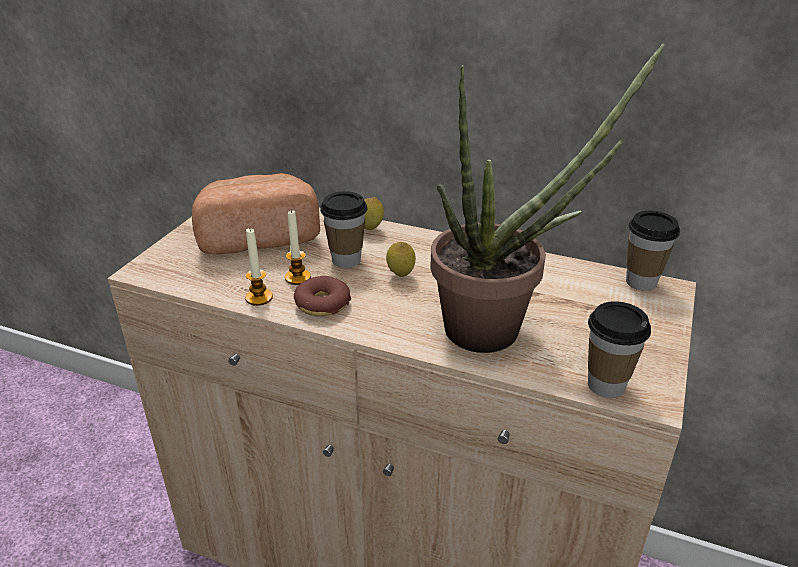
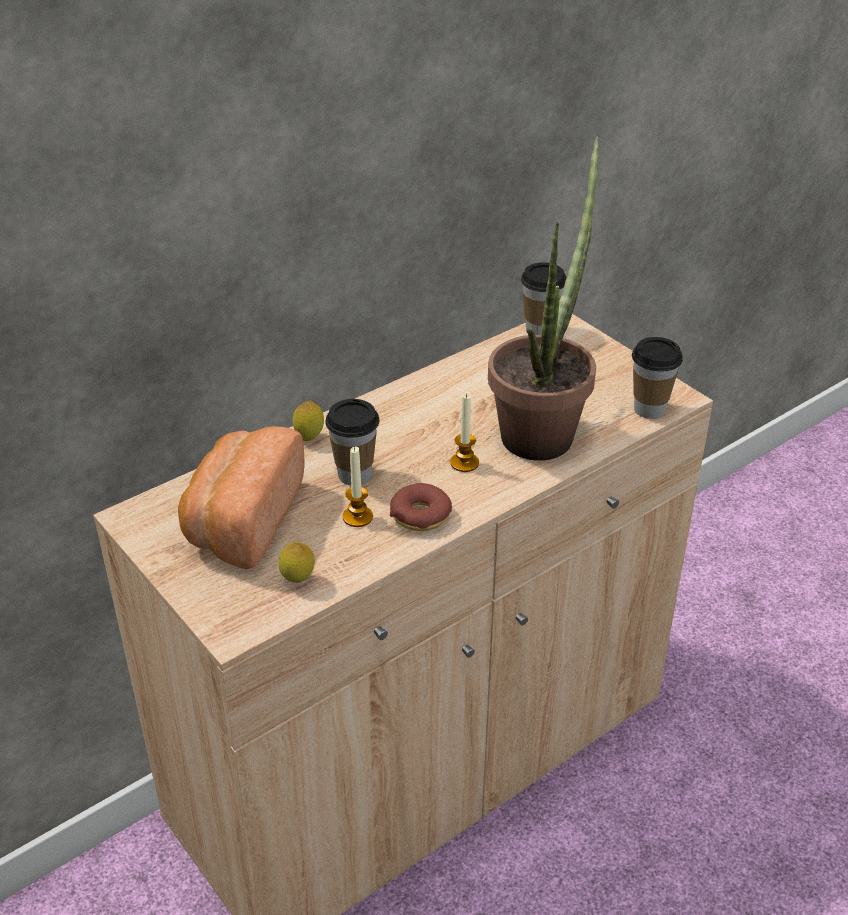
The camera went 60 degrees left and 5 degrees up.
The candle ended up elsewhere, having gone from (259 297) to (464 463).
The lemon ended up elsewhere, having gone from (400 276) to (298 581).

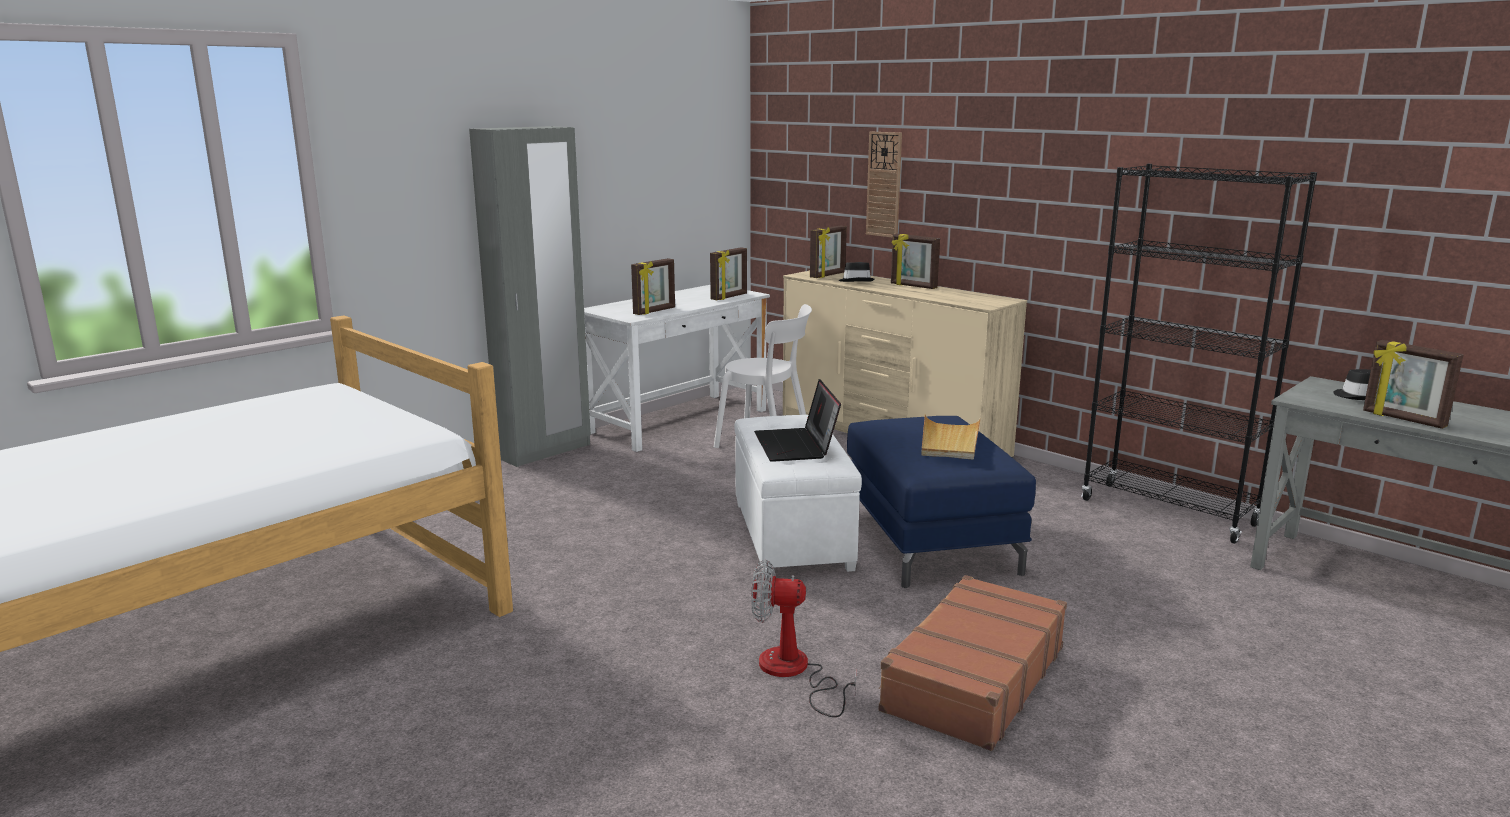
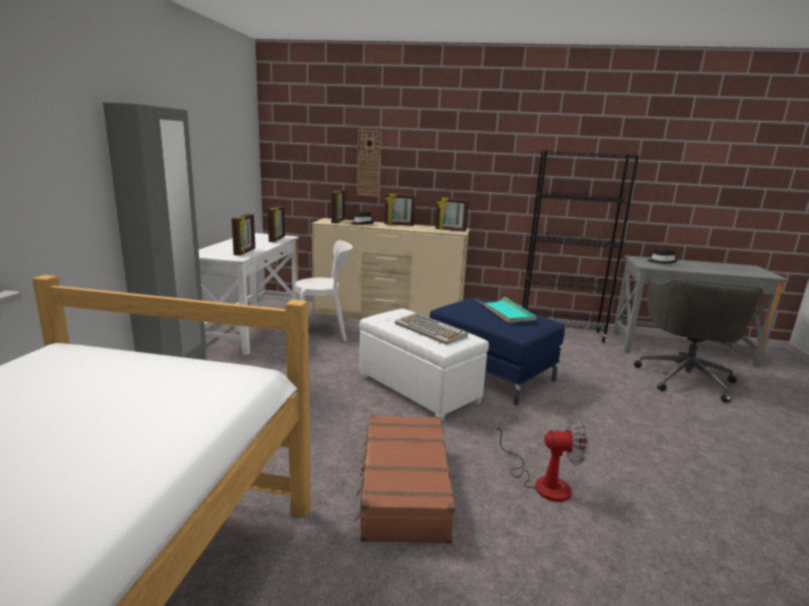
The camera went 35 degrees left and 0 degrees up.
The fan at (793 672) ended up facing another way, 150 degrees counterclockwise from before.
Where the laptop stood at (797 446), the keyboard came to stand at (431 330).
The brown suitcase ended up elsewhere, having gone from (973 679) to (403 488).
What was the beige tray at (949 441) turned into the turquoise tray at (505 312).
The picture frame ended up elsewhere, having gone from (1403 419) to (450 230).
The second view gained the grey office chair at (685 378).

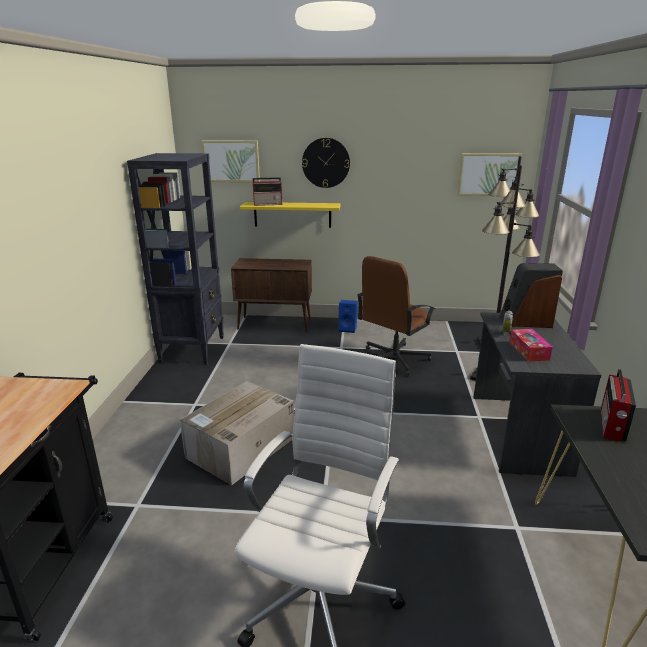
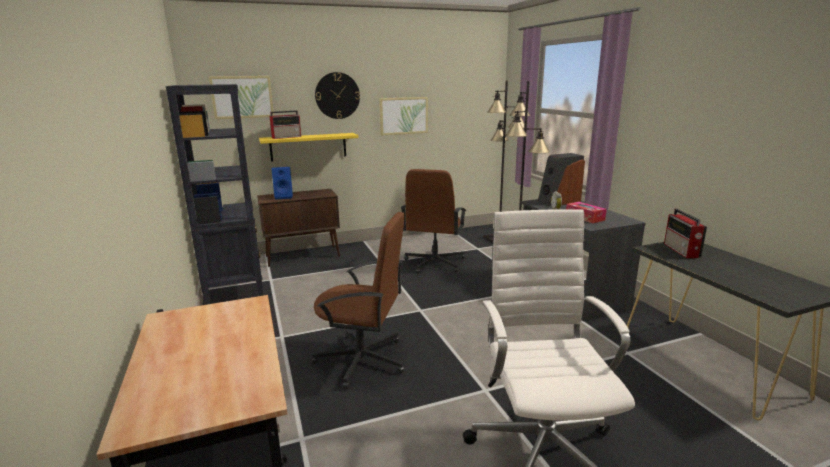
The camera went 25 degrees left and 5 degrees down.
Where the cardboard box stood at (240 448), the brown office chair came to stand at (363 360).
The blue speaker ended up elsewhere, having gone from (348 329) to (284 197).
The picture ended up elsewhere, having gone from (488 174) to (403 115).

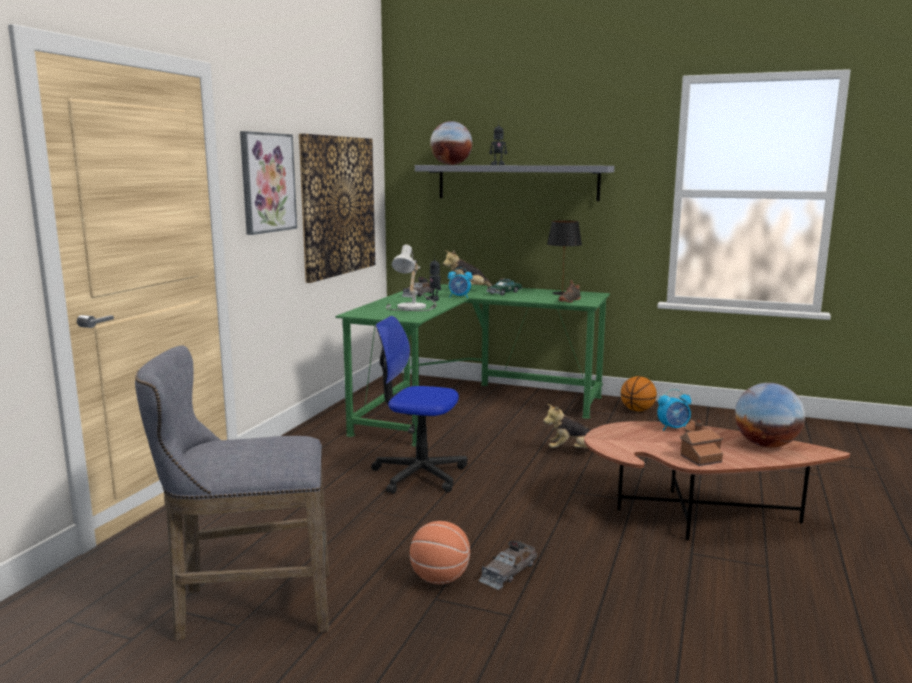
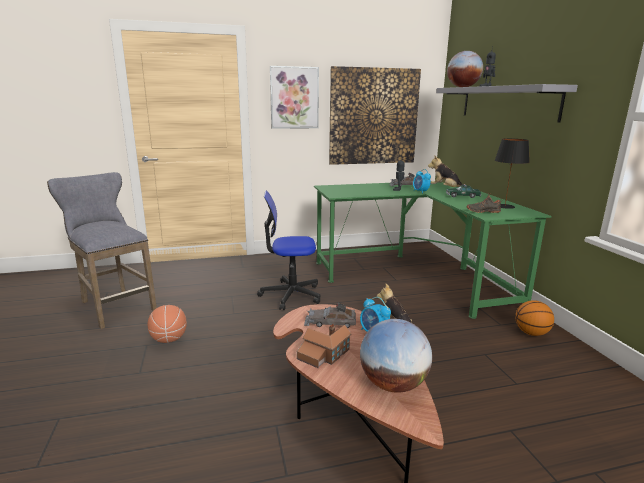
The camera went 55 degrees right and 5 degrees up.
The office chair at (419 474) ended up facing another way, 75 degrees counterclockwise from before.
The second view lost the table lamp at (414 307).
The grey toy car ended up elsewhere, having gone from (508 571) to (330 322).

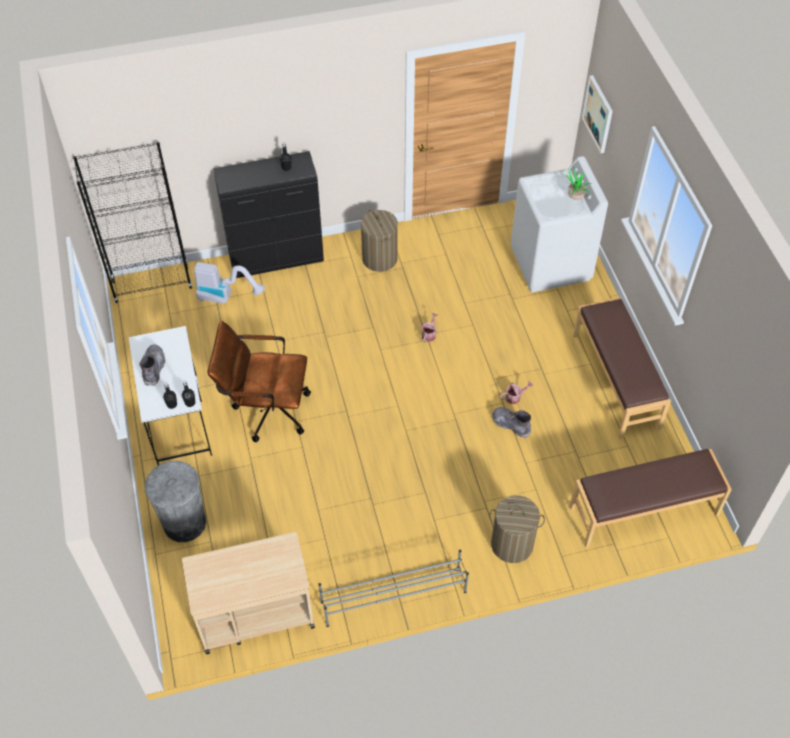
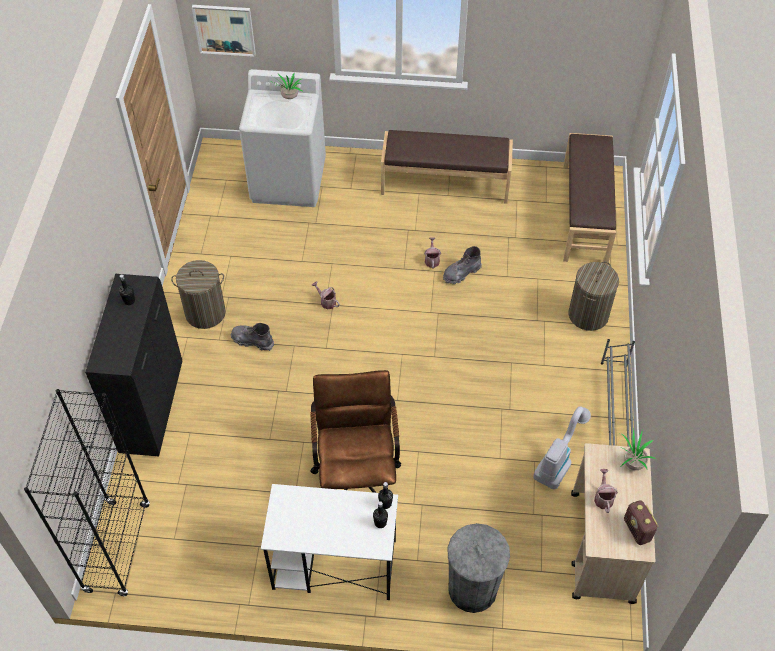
The camera went 70 degrees left and 0 degrees up.
The grey boot ended up elsewhere, having gone from (154 368) to (252 341).
The vacuum cleaner ended up elsewhere, having gone from (226 297) to (558 459).
The brown office chair at (265 409) ended up facing another way, 150 degrees clockwise from before.
The second view gained the watering can at (603 497).
The second view gained the potted plant at (631 463).
The second view gained the radio at (637 530).

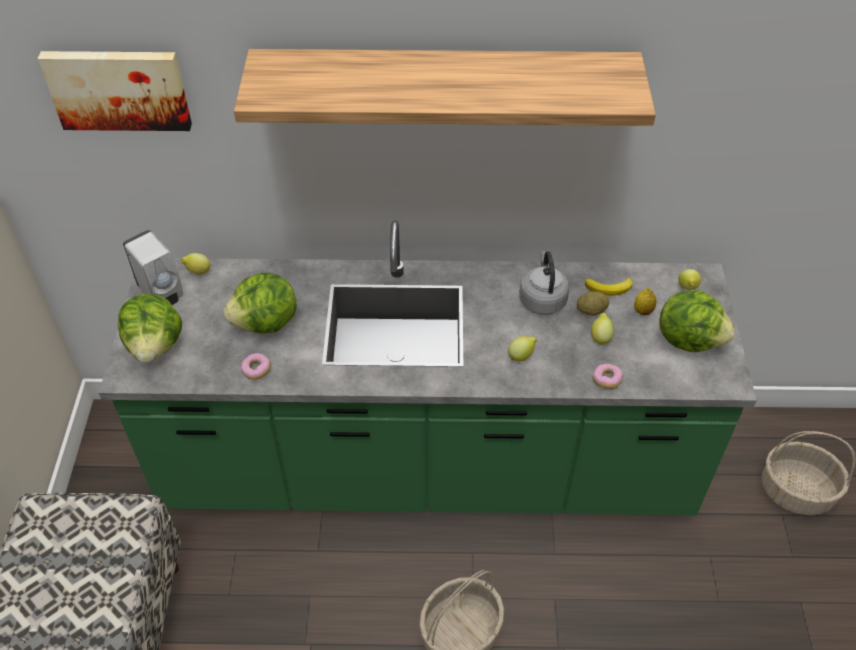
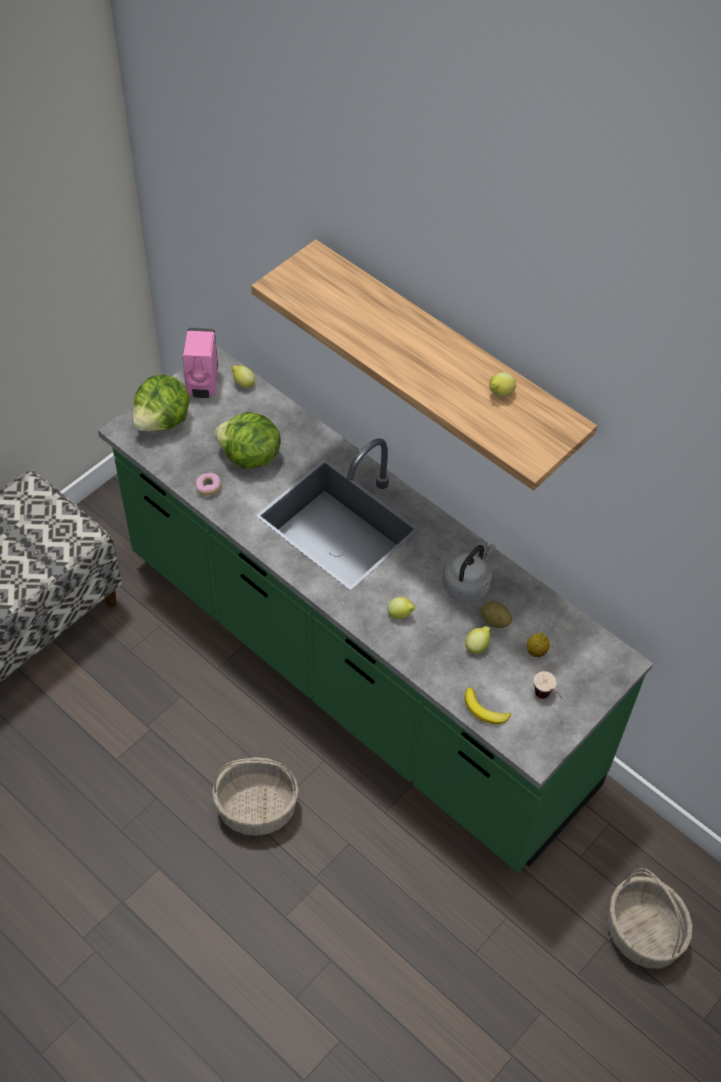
The camera went 40 degrees right and 5 degrees up.
The second view lost the picture at (118 88).
What was the white soap dispenser at (162 295) turned into the pink soap dispenser at (203 385).
The banana ended up elsewhere, having gone from (609 288) to (484 710).
The second view lost the donut at (606 380).
Where the lettuce stood at (689 338), the cup came to stand at (546 699).
The lemon ended up elsewhere, having gone from (687 288) to (500 394).

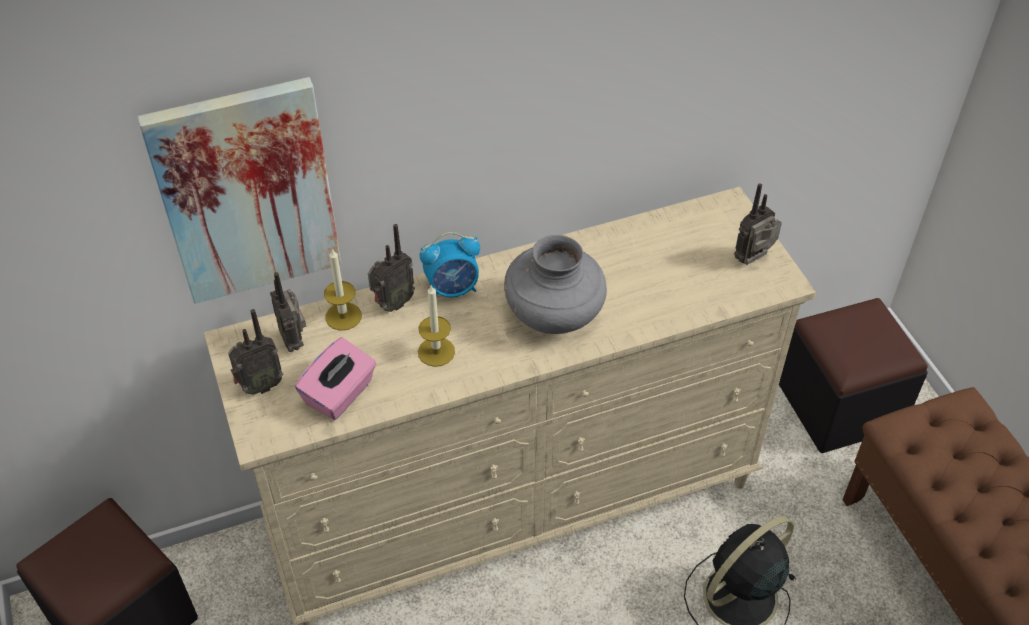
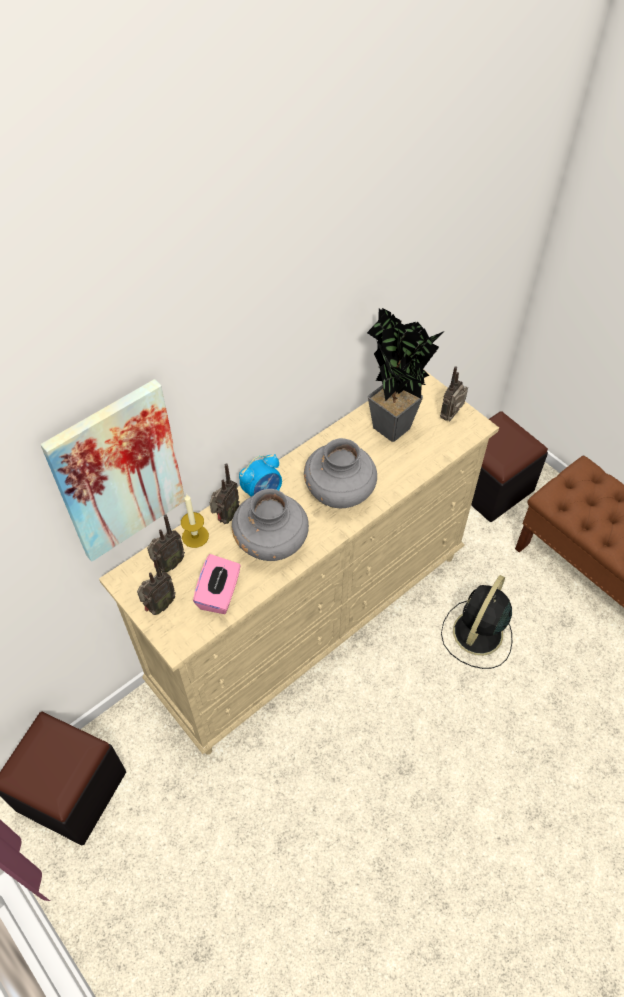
The camera went 20 degrees left and 5 degrees up.
The radio at (294 340) ended up facing another way, 90 degrees counterclockwise from before.
Where the candle stood at (436 352), the grey vase came to stand at (272 542).
The second view gained the potted plant at (393 432).

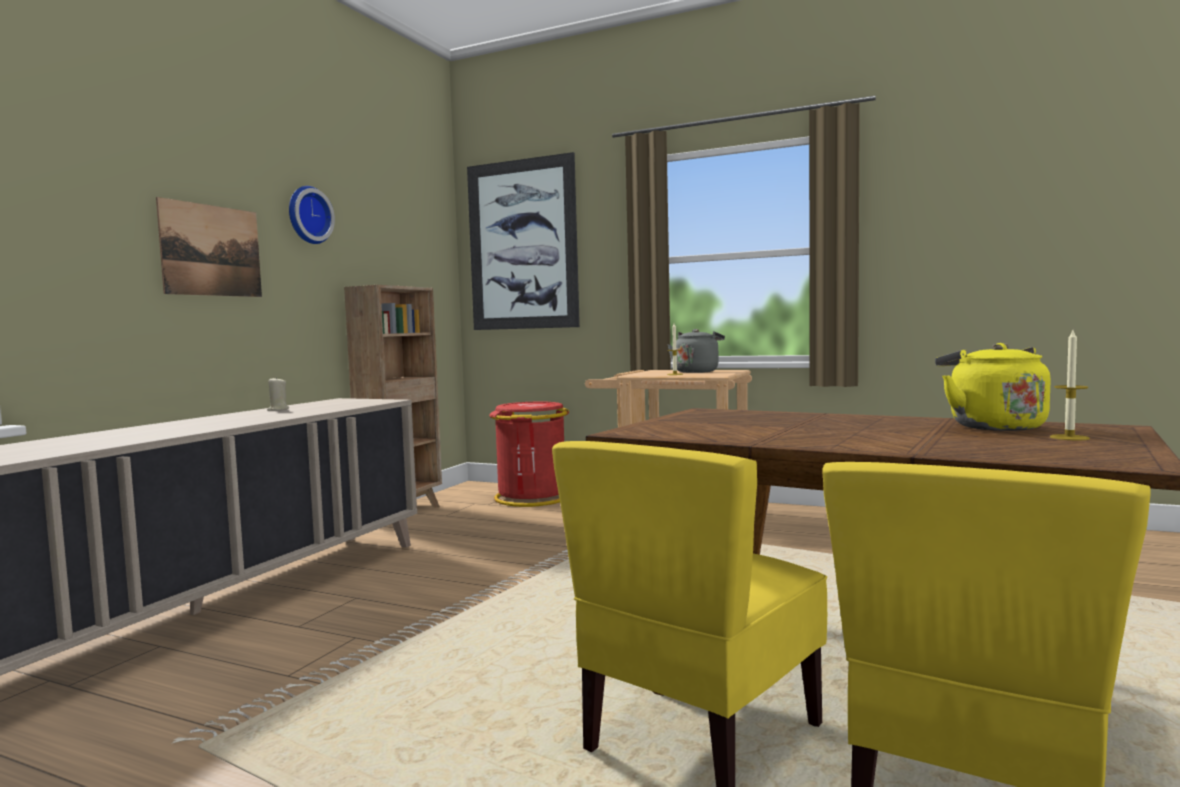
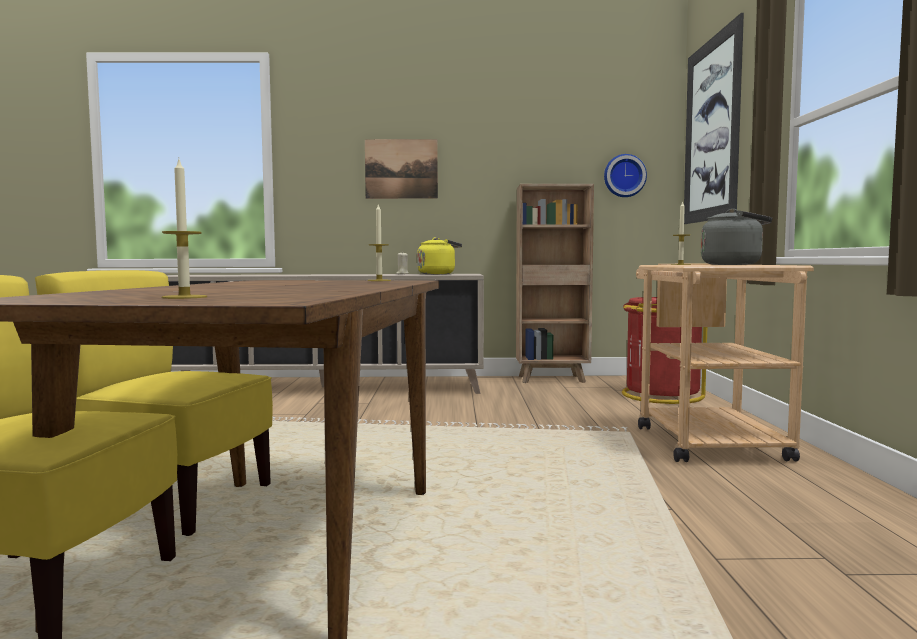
The camera went 65 degrees right and 0 degrees up.
The wall clock ended up elsewhere, having gone from (307 215) to (624 176).
The yellow kettle ended up elsewhere, having gone from (992 426) to (438 274).
The second view gained the candle at (379 280).

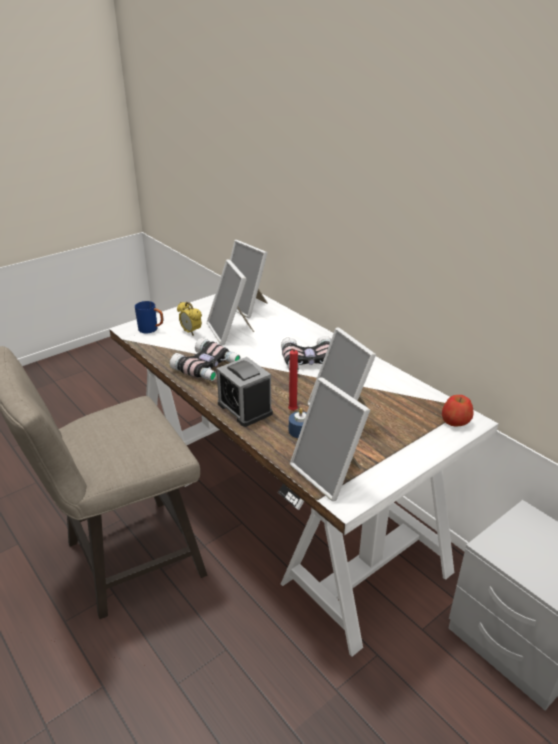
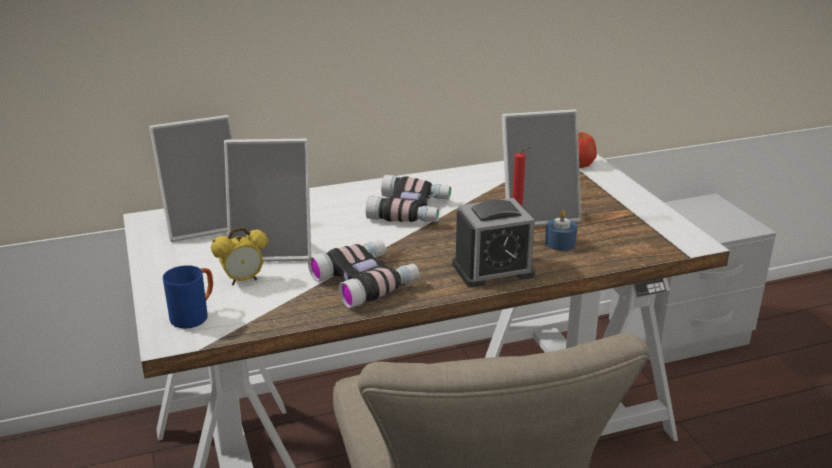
The camera went 70 degrees left and 5 degrees down.
The second view lost the picture frame at (329 473).

